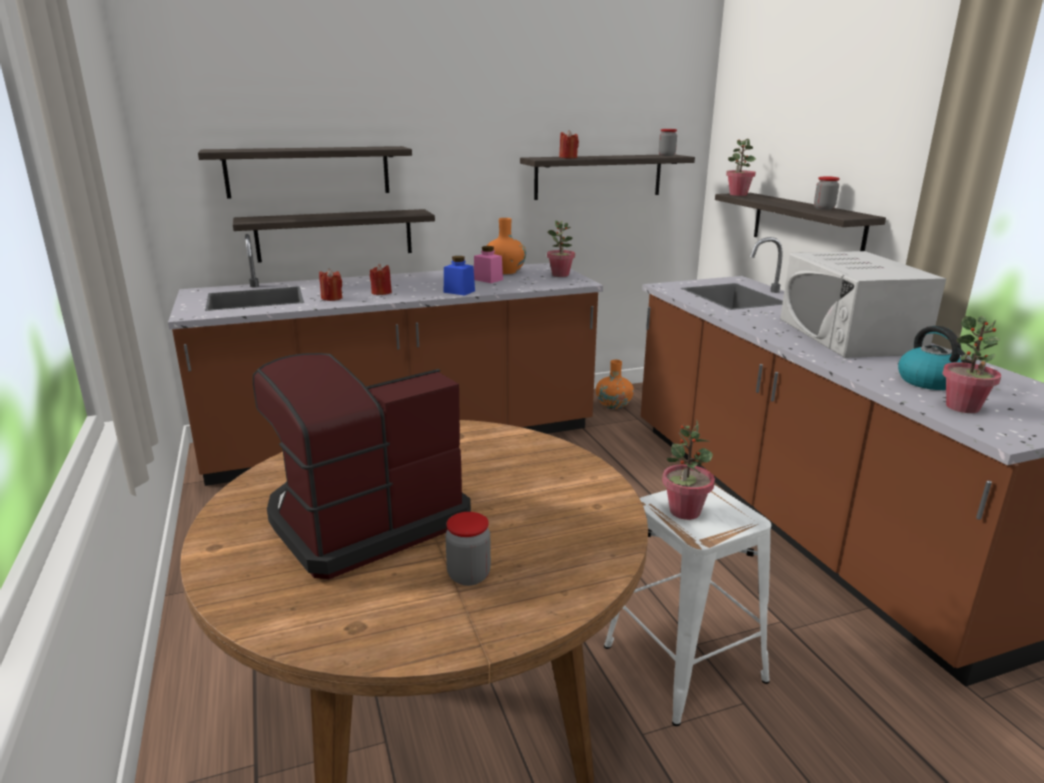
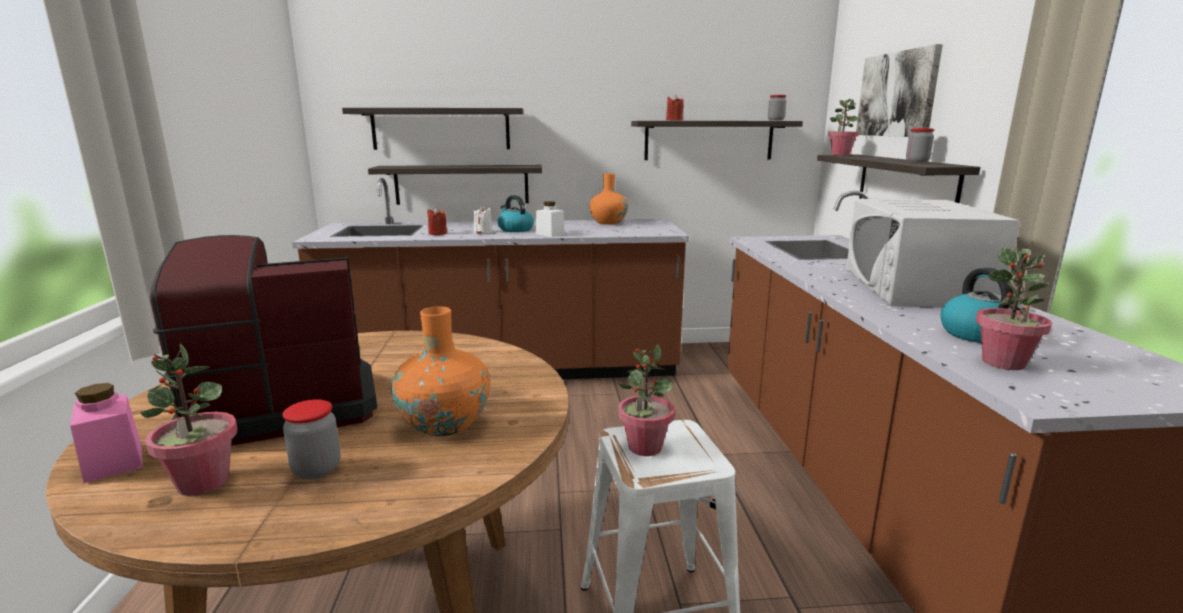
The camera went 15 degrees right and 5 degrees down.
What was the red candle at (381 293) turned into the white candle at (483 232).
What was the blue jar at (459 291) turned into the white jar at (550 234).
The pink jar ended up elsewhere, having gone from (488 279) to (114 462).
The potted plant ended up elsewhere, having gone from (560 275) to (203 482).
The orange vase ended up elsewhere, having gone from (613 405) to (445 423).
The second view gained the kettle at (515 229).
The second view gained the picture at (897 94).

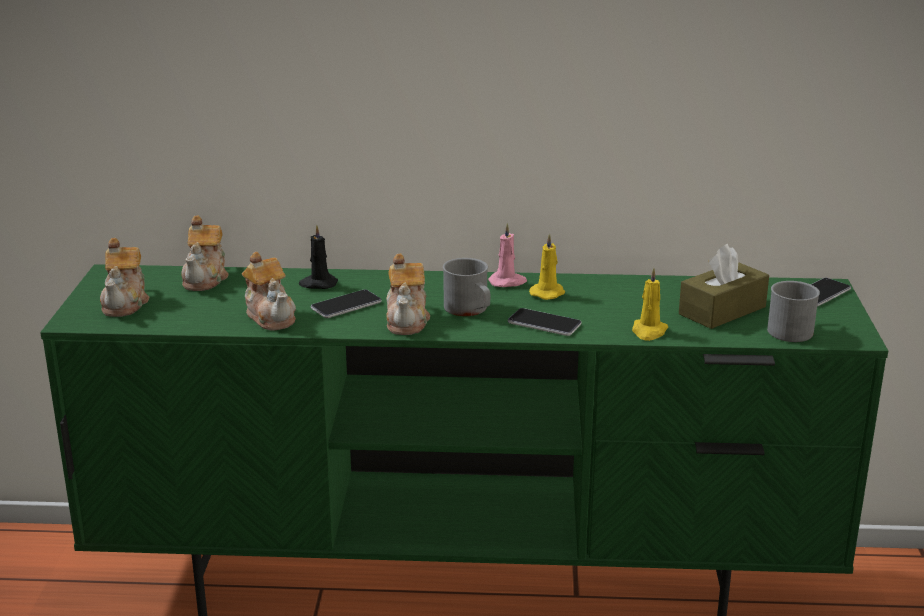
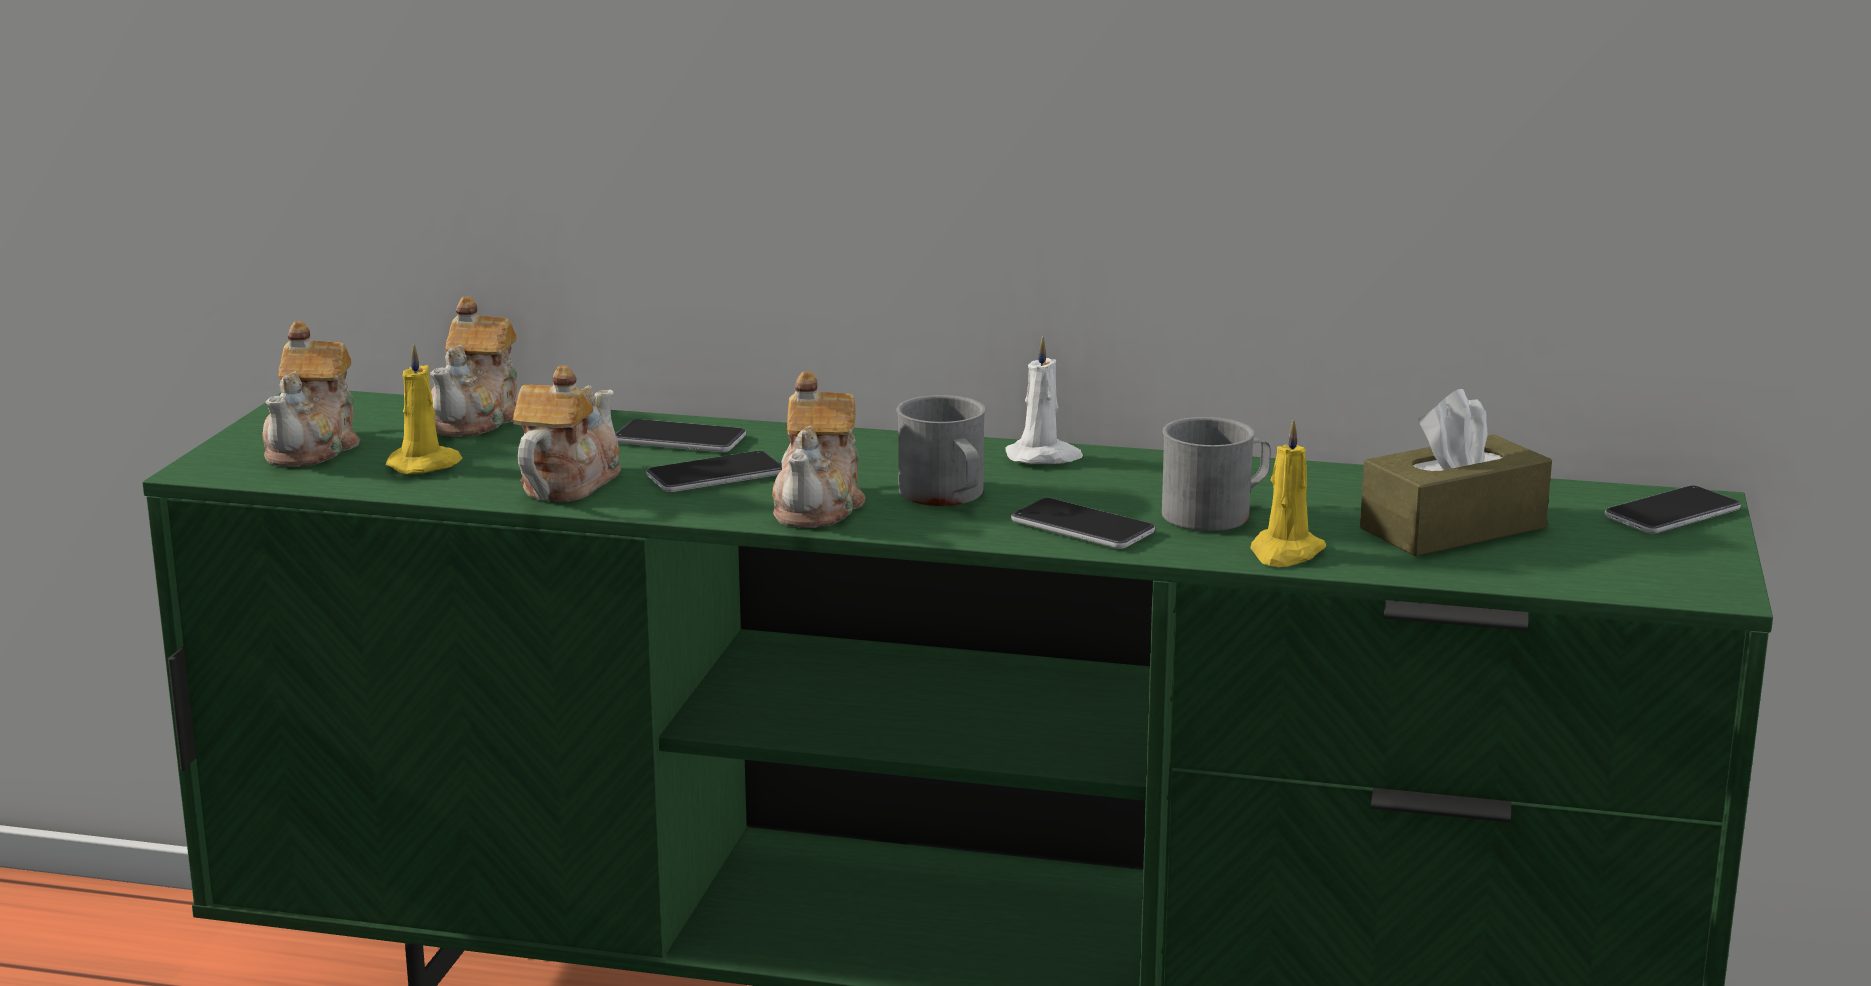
The camera went 10 degrees right and 5 degrees down.
The teapot at (271 316) ended up facing another way, 135 degrees counterclockwise from before.
Where the black candle stood at (318 284), the phone came to stand at (679 439).
What was the pink candle at (508 282) turned into the white candle at (1044 457).
The yellow candle ended up elsewhere, having gone from (548 293) to (426 465).
The grey mug ended up elsewhere, having gone from (794 330) to (1217 513).

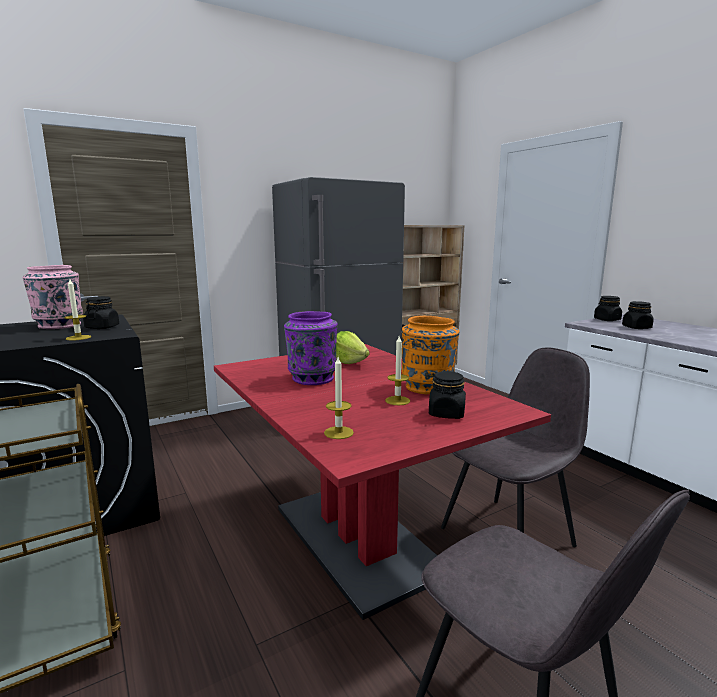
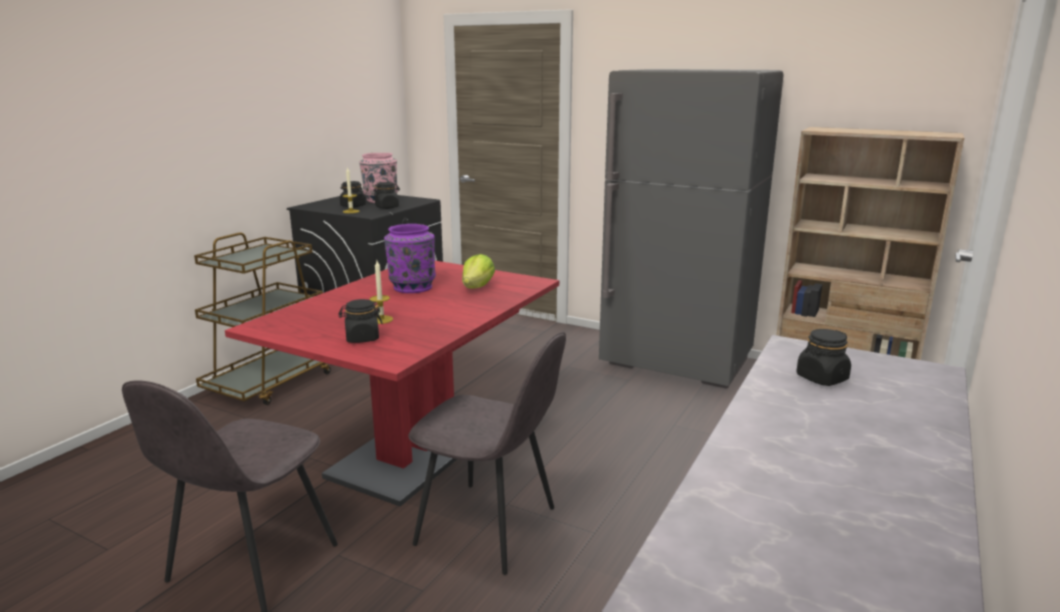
The camera went 60 degrees right and 5 degrees up.
The second view lost the candle at (338 432).
The second view lost the orange vase at (428 387).
The black jar ended up elsewhere, having gone from (607 320) to (353 206).

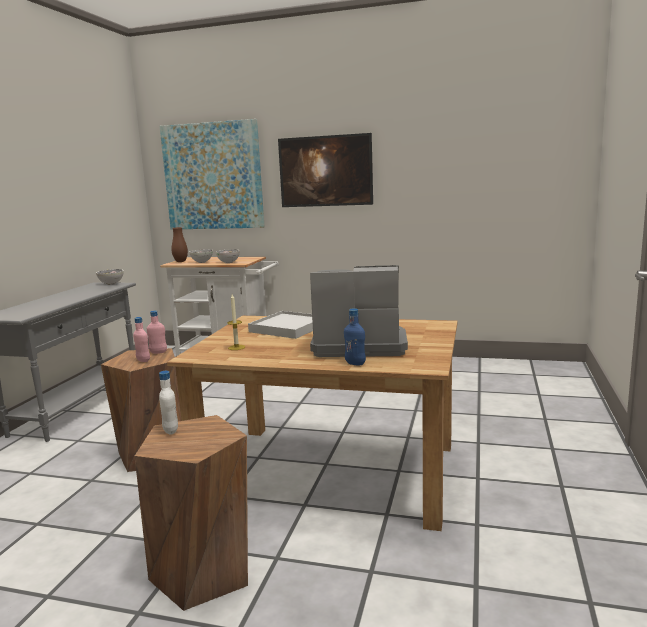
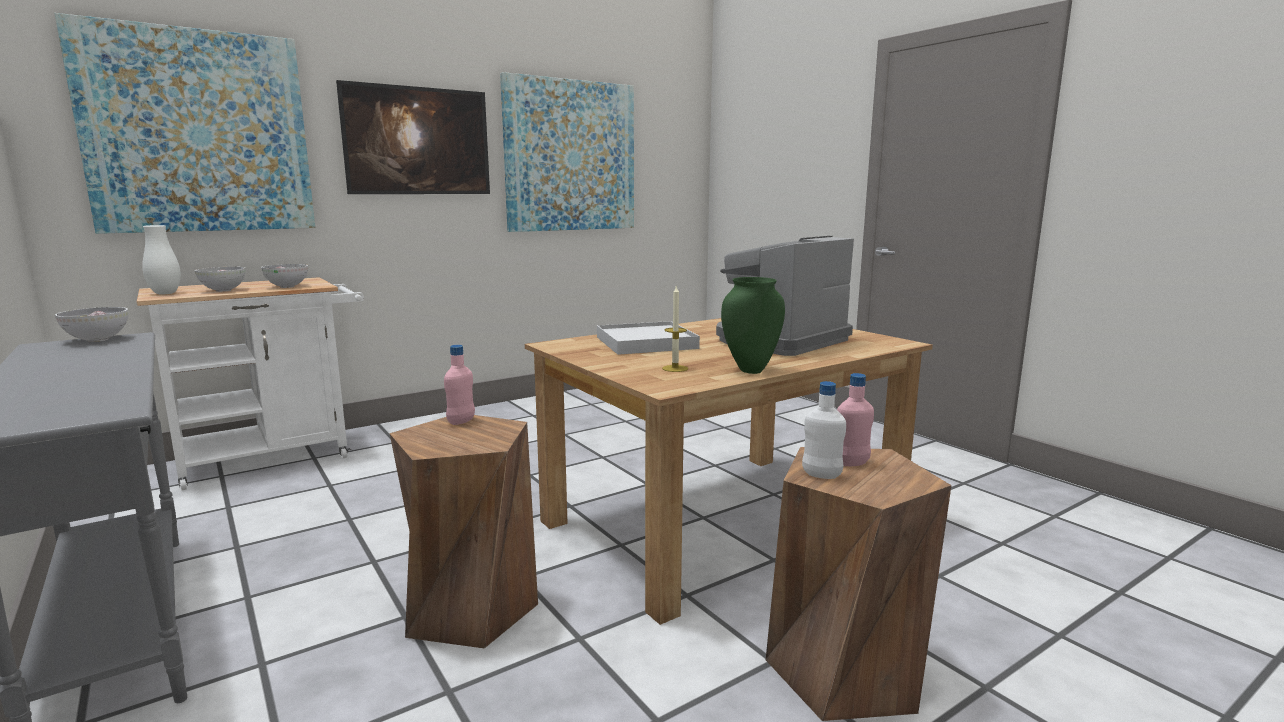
The camera went 50 degrees left and 0 degrees up.
The pink bottle ended up elsewhere, having gone from (143 360) to (851 463).
What was the brown vase at (180 261) turned into the white vase at (165 293).
The second view lost the blue bottle at (355 363).
The second view gained the picture at (570 156).
The second view gained the green vase at (750 370).

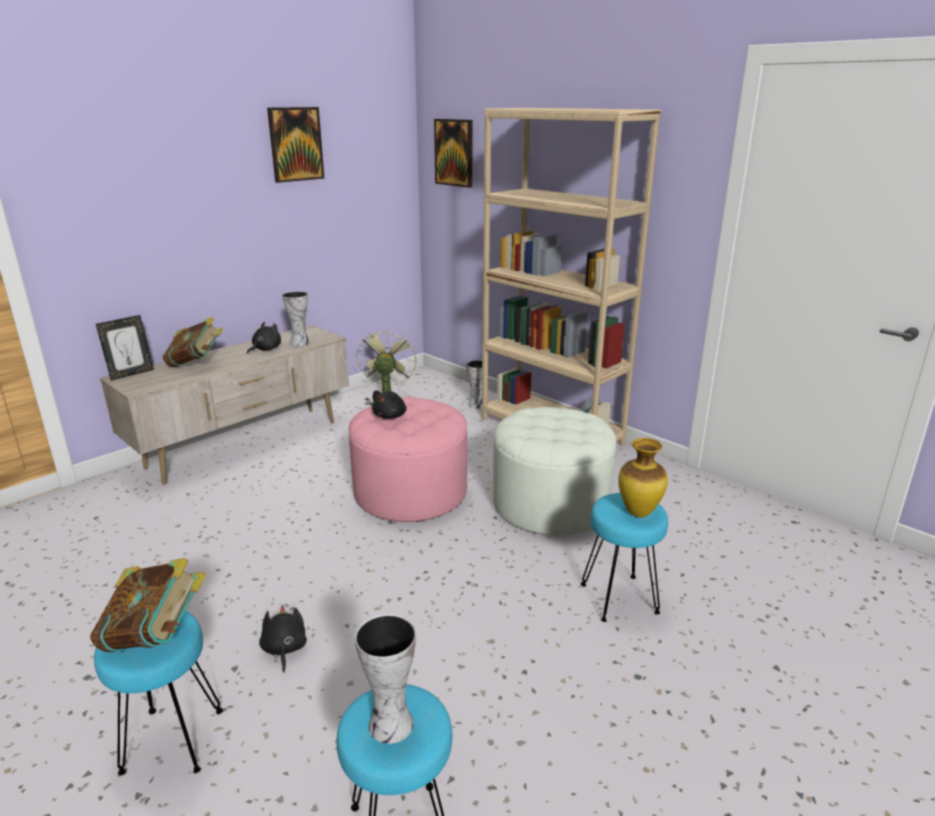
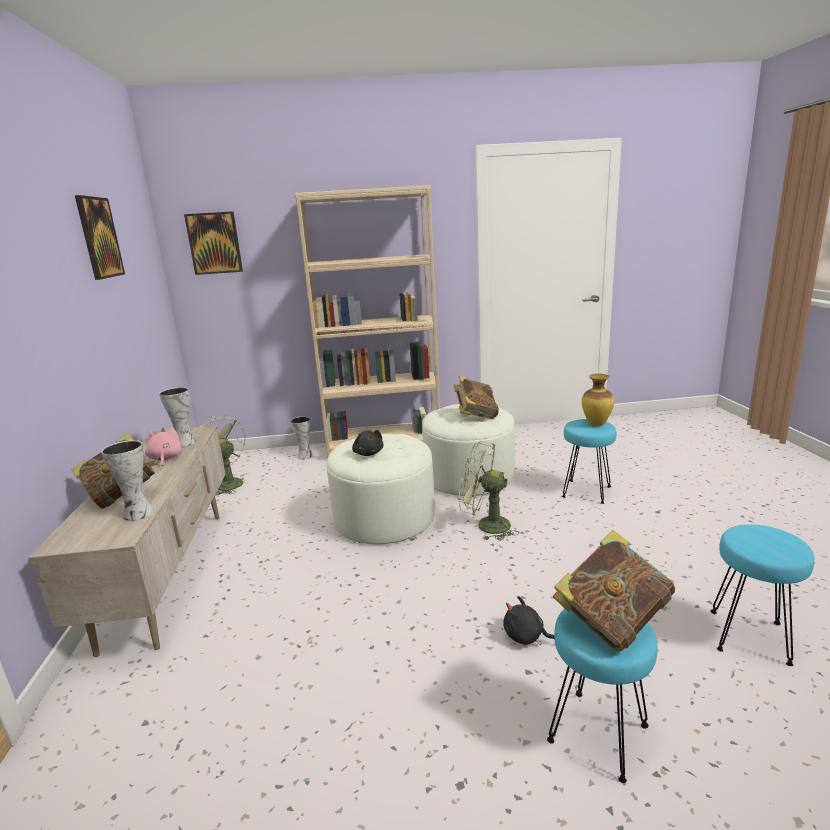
The camera went 50 degrees left and 5 degrees down.
The second view lost the picture frame at (131 374).
What was the black plush toy at (265 349) turned into the pink plush toy at (165 458).
What was the pink ottoman at (410 492) turned into the white ottoman at (384 518).
The vase ended up elsewhere, having gone from (388 724) to (137 514).
The second view gained the book at (475 415).
The second view gained the green fan at (486 525).

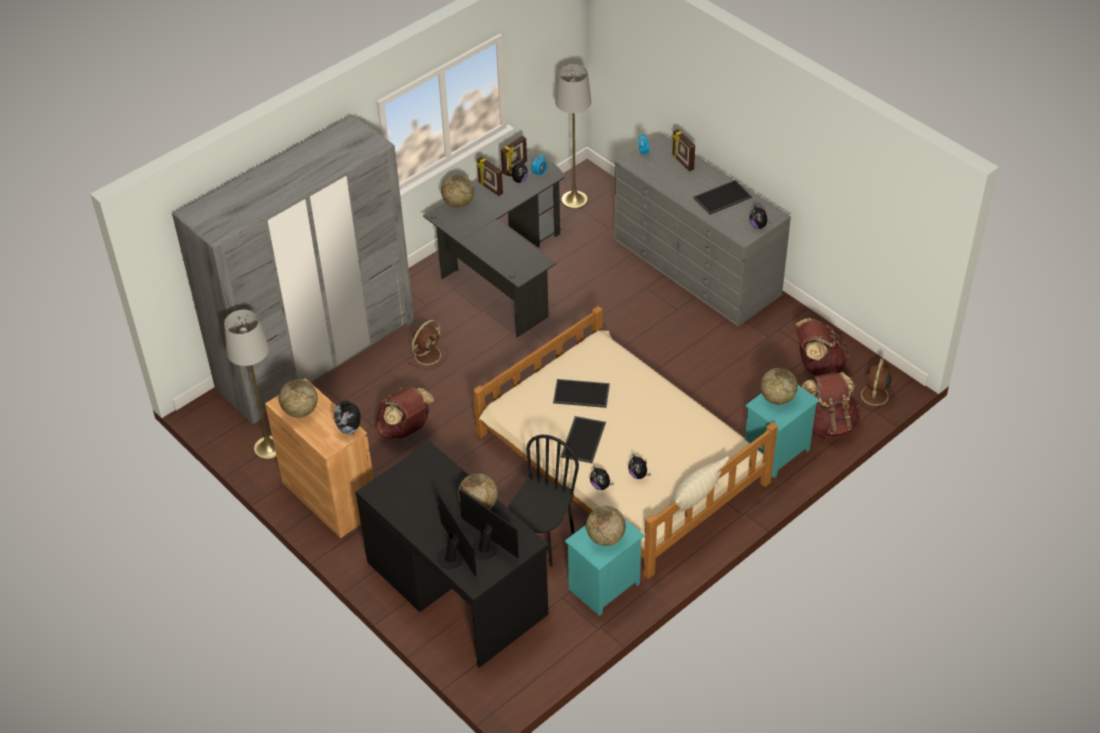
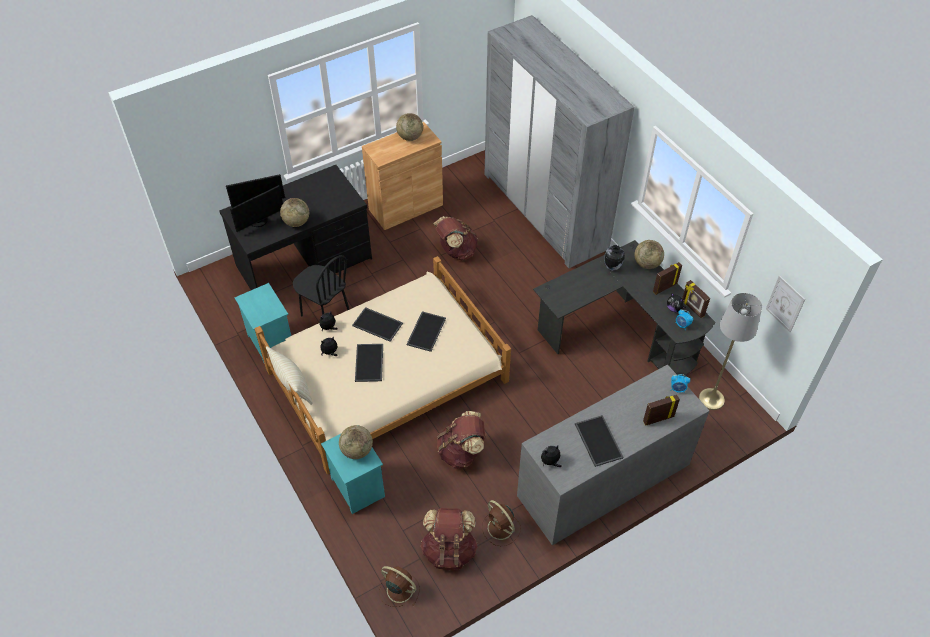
The camera went 100 degrees right and 5 degrees up.
The second view lost the grey floor lamp at (269 448).
The vase ended up elsewhere, having gone from (349 431) to (612 267).
The brown fan ended up elsewhere, having gone from (428 354) to (501 529).
The second view lost the globe at (605 537).
The brown backpack ended up elsewhere, having gone from (828 425) to (461 452).
The second view gained the tray at (370 363).
The second view gained the picture at (785 304).

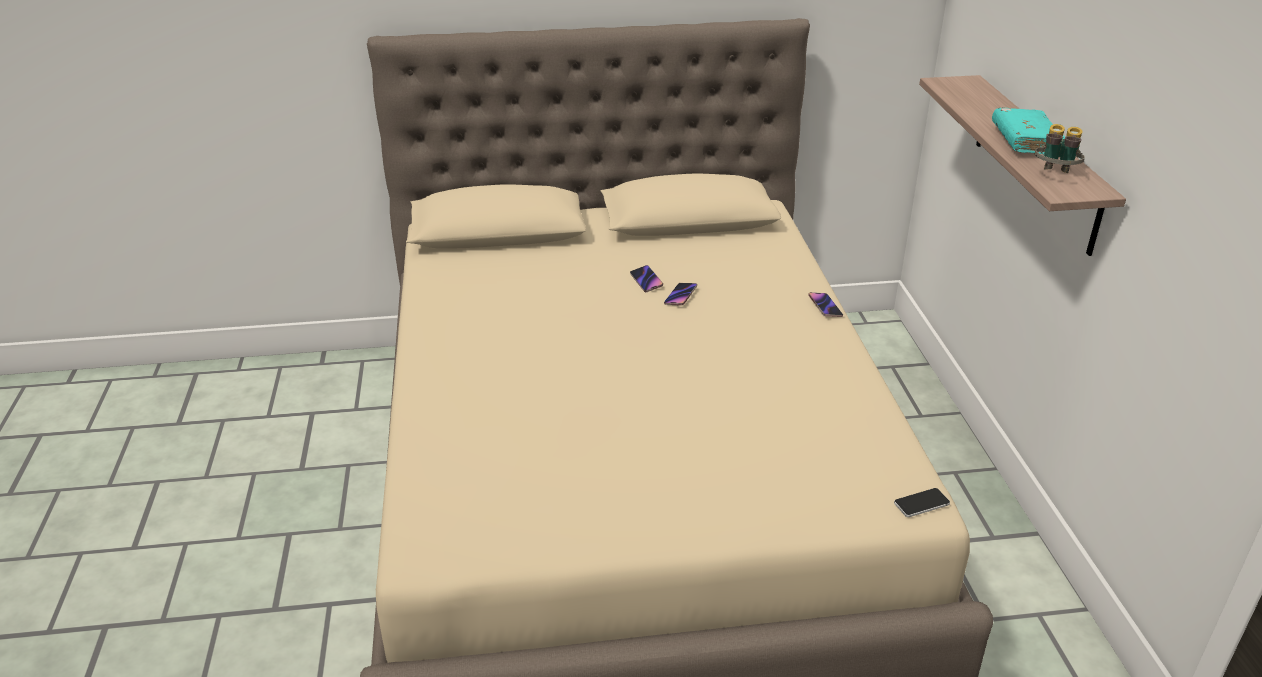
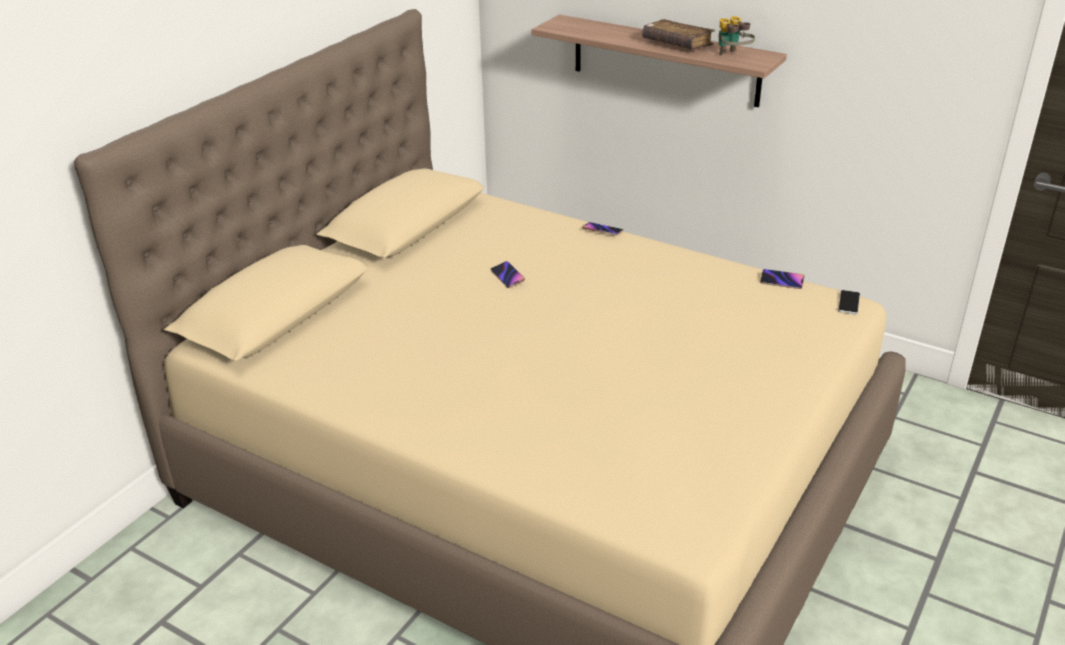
The camera went 50 degrees left and 0 degrees up.
The phone ended up elsewhere, having gone from (646 281) to (781 281).
What was the turquoise book at (1025 142) turned into the brown book at (677 44).

